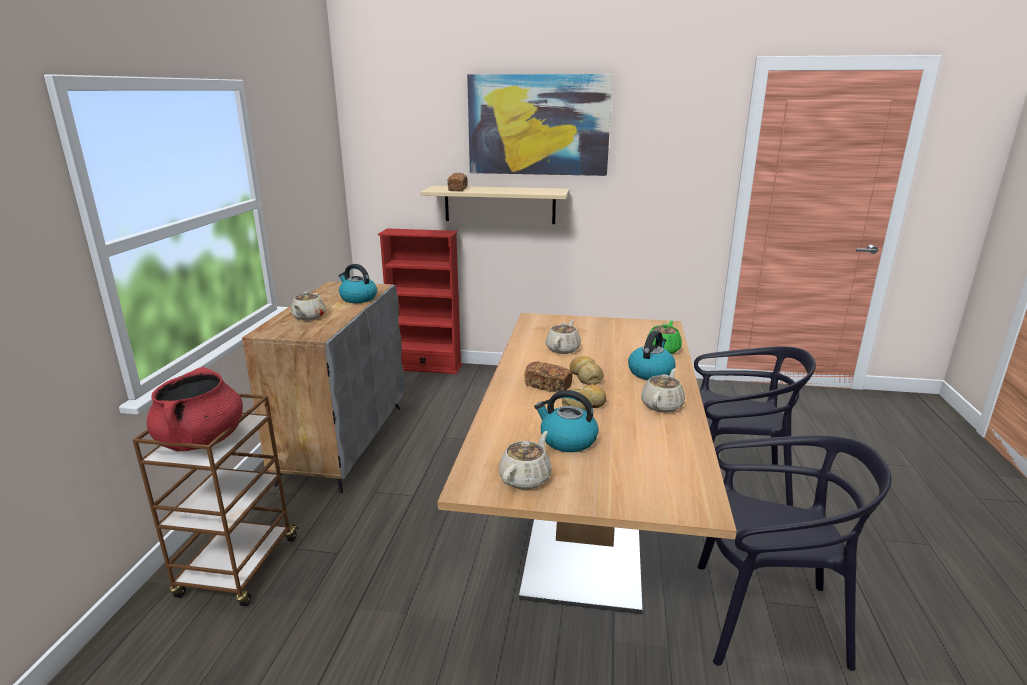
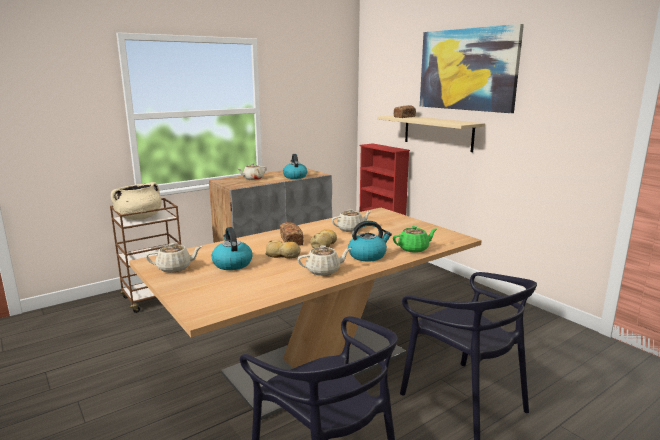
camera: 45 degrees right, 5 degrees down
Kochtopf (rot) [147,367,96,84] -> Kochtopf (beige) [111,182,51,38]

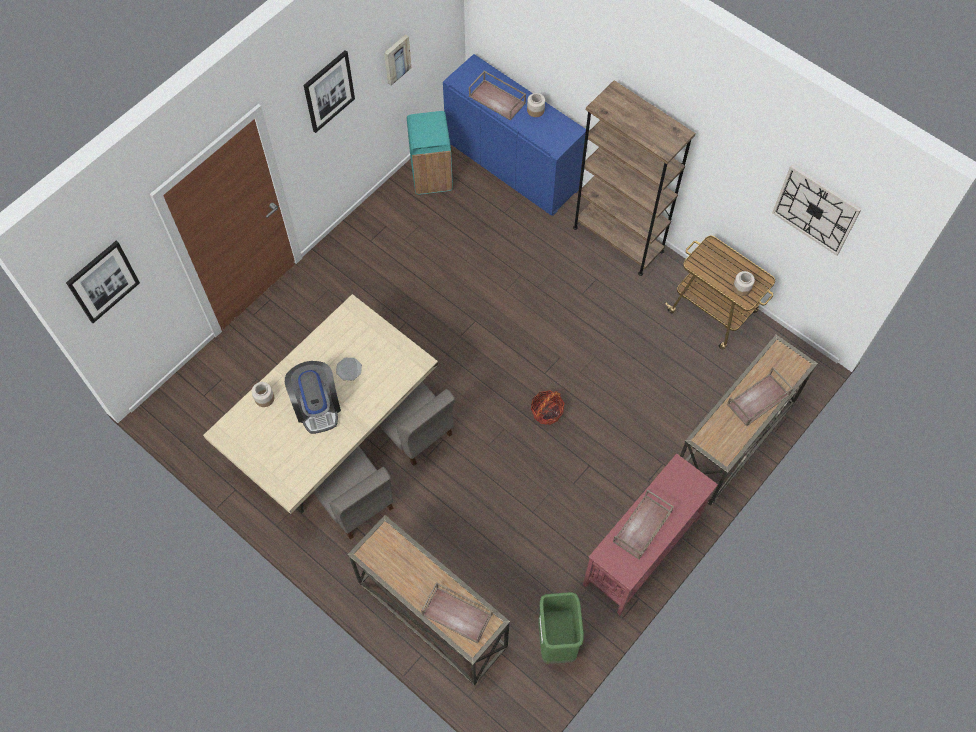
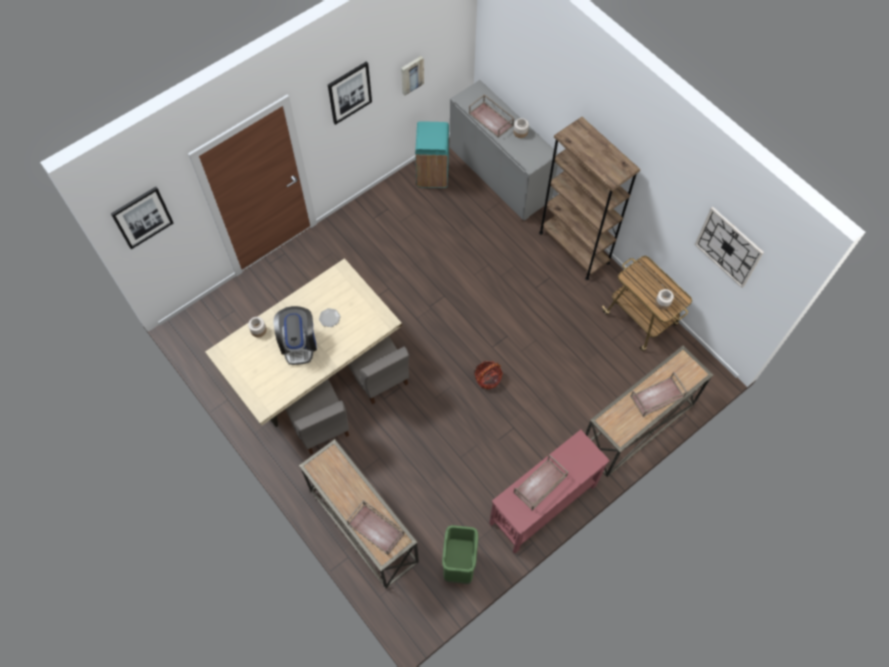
camera: 10 degrees right, 0 degrees up
Schrank (blau) [443,54,143,162] -> Schrank (grau) [450,80,109,141]

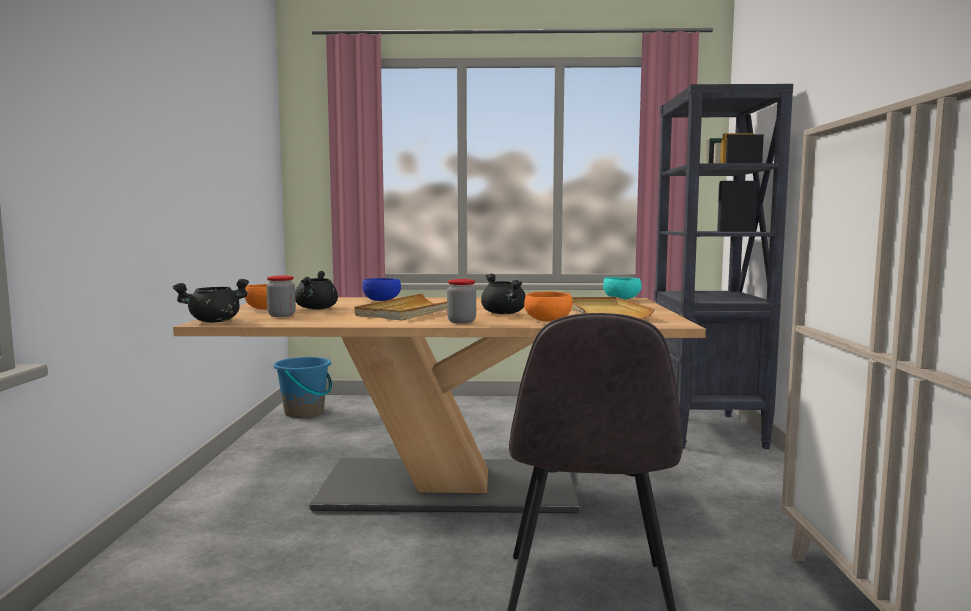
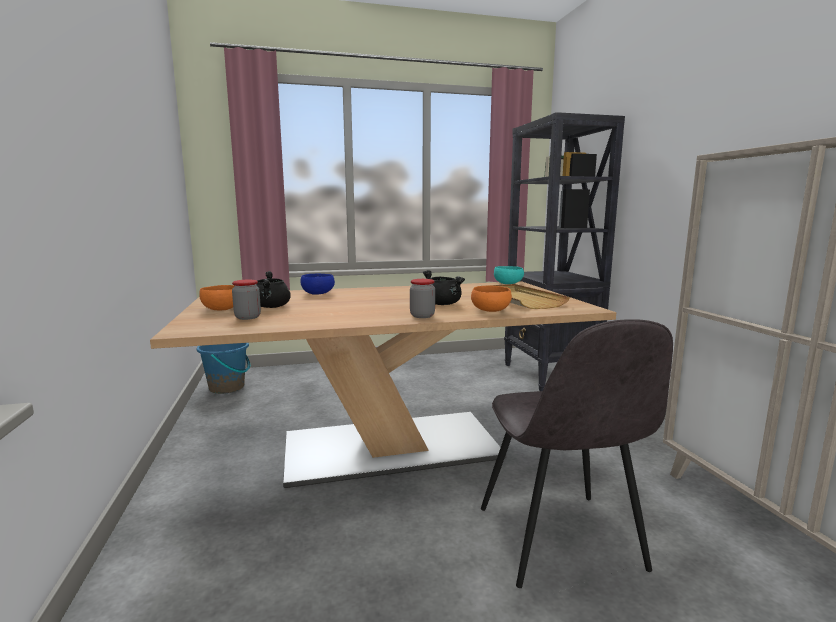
camera: 15 degrees left, 5 degrees up
Kochtopf (schwarz) [173,279,76,44] -> none
Tablett (beige) [354,293,93,28] -> none

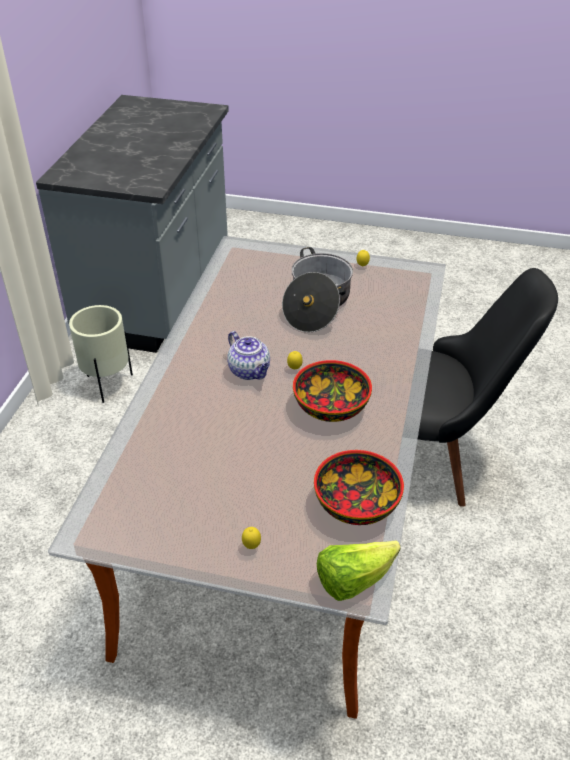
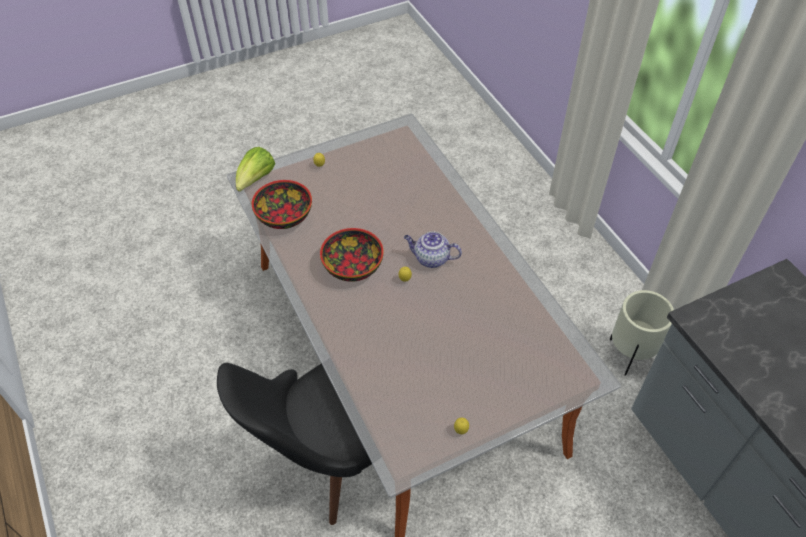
camera: 140 degrees right, 10 degrees up
Kochtopf [282,247,71,85] -> none

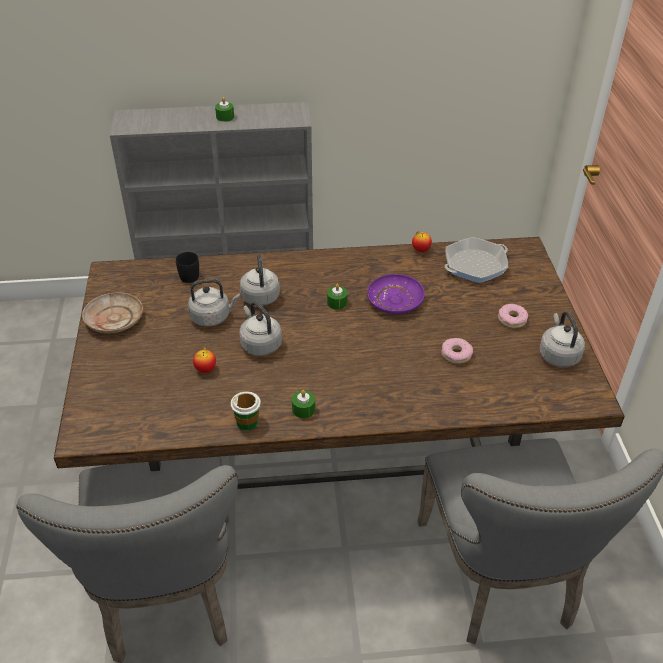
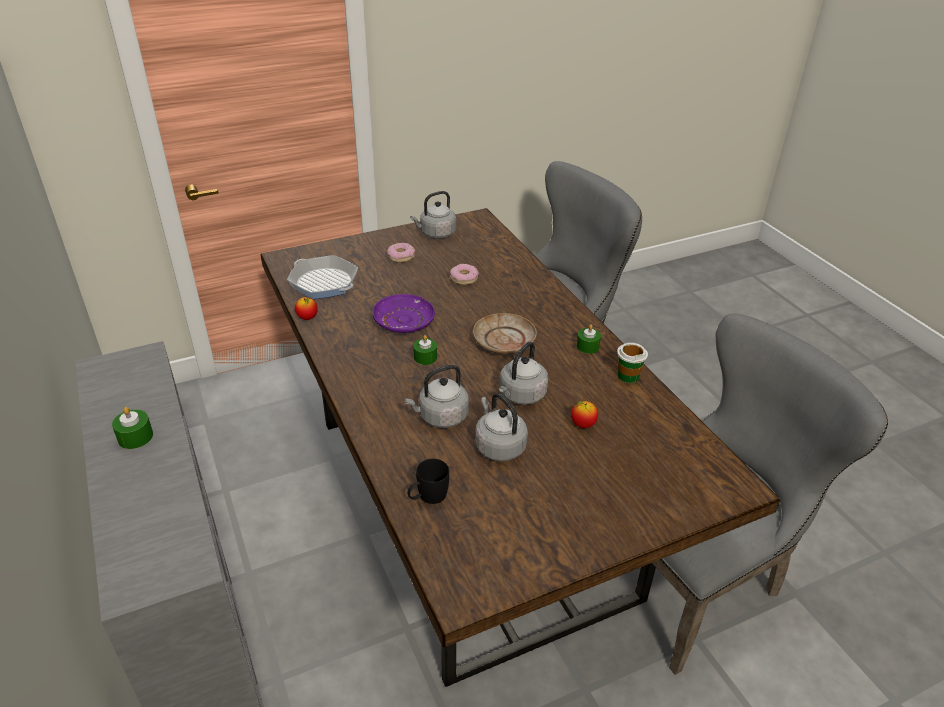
camera: 110 degrees left, 5 degrees down
Teller (beige) [82,293,61,40] -> Teller (beige) [473,313,64,41], relocated

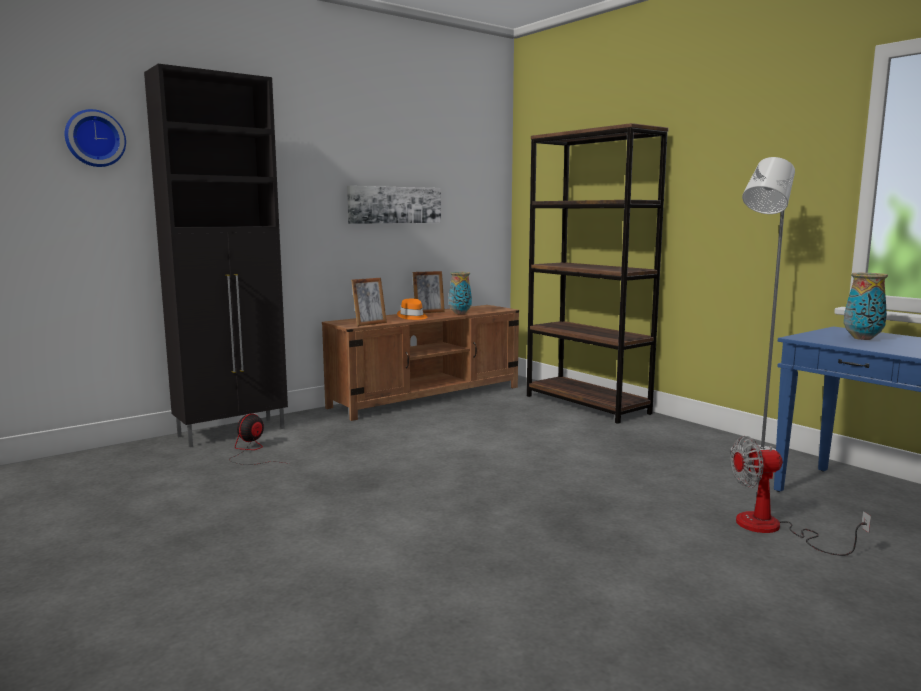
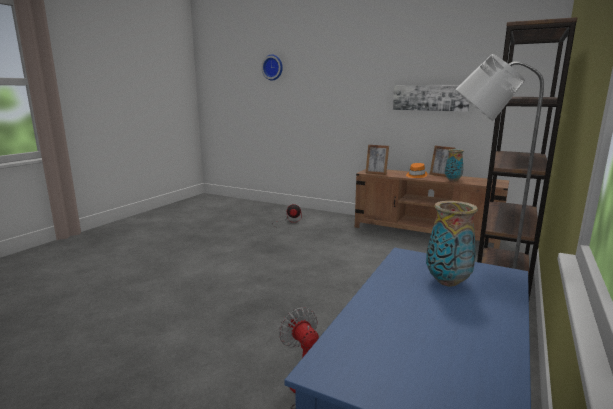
camera: 65 degrees right, 5 degrees up
Schrank (schwarz) [144,64,144,383] -> none

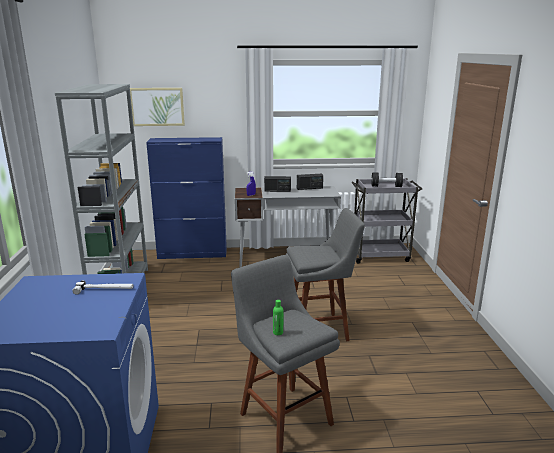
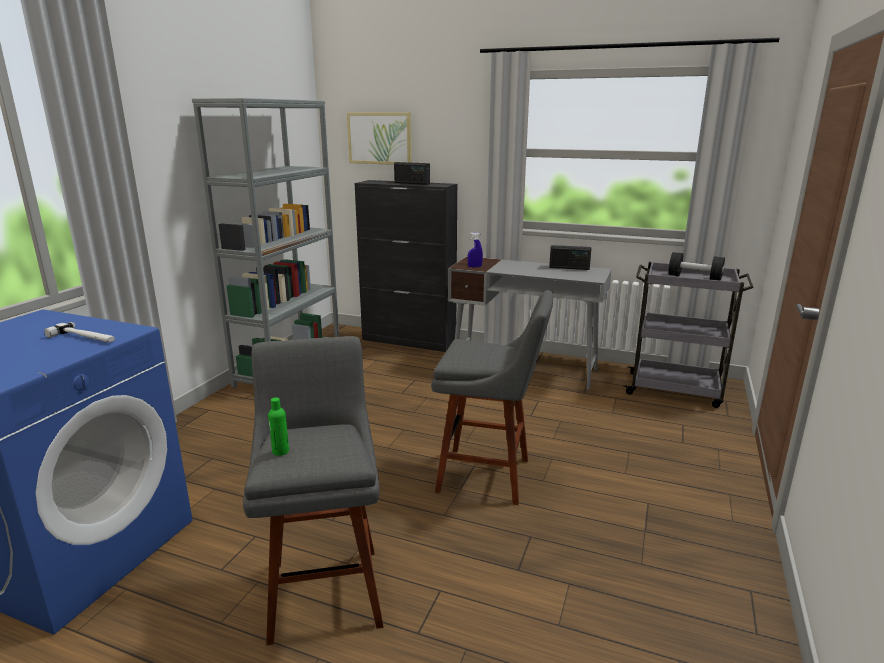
camera: 25 degrees right, 0 degrees up
Schrank (blau) [146,137,81,122] -> Schrank (schwarz) [354,180,103,172]
Radio [264,176,27,16] -> Radio [394,162,36,23], relocated

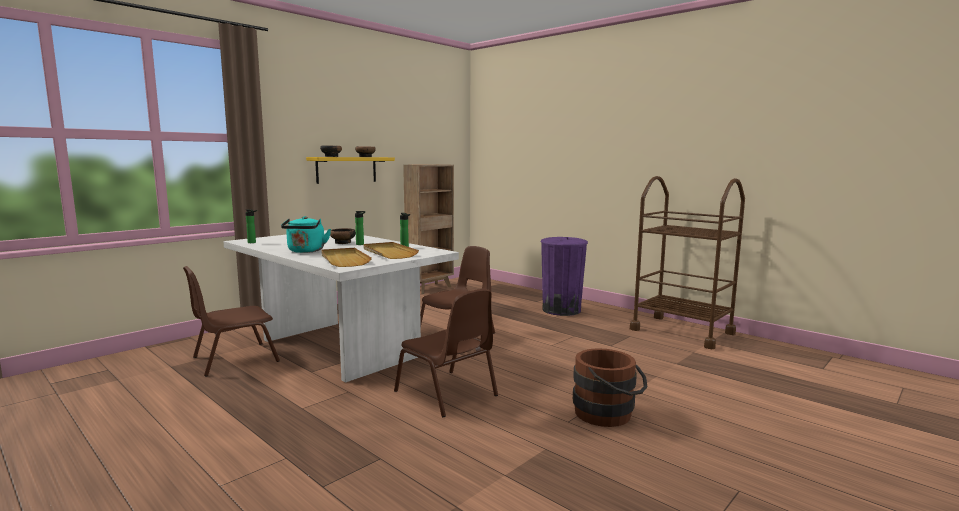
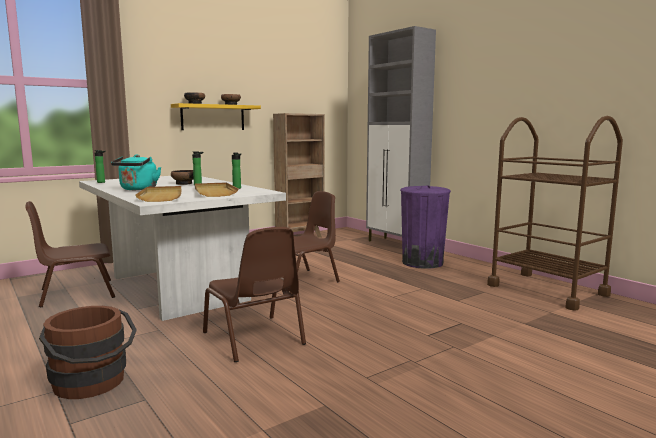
camera: 10 degrees right, 0 degrees up
Eimer (braun) [573,348,75,79] -> Eimer (braun) [39,306,98,93], relocated
none -> Schrank (grau) [366,26,70,215]

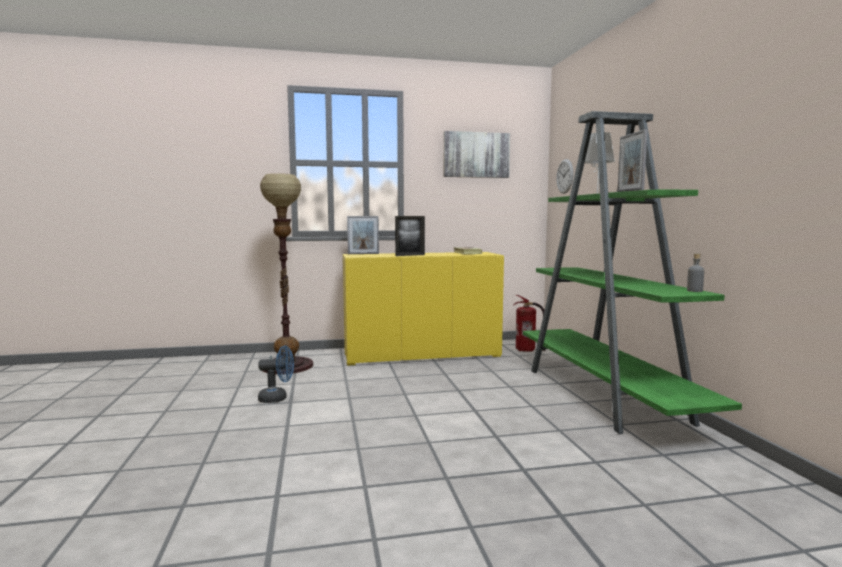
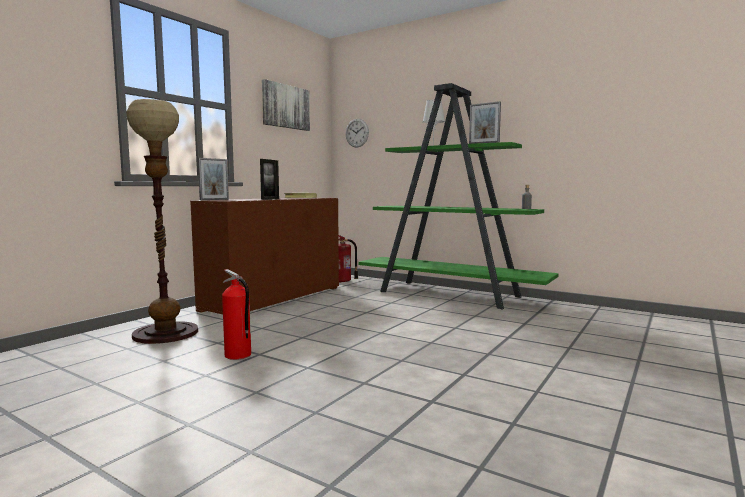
camera: 45 degrees left, 0 degrees up
Schrank (gelb) [343,252,161,114] -> Schrank (braun) [190,198,149,116]
Ventilator (blau) [258,346,36,57] -> Feuerlöscher [222,269,29,91]

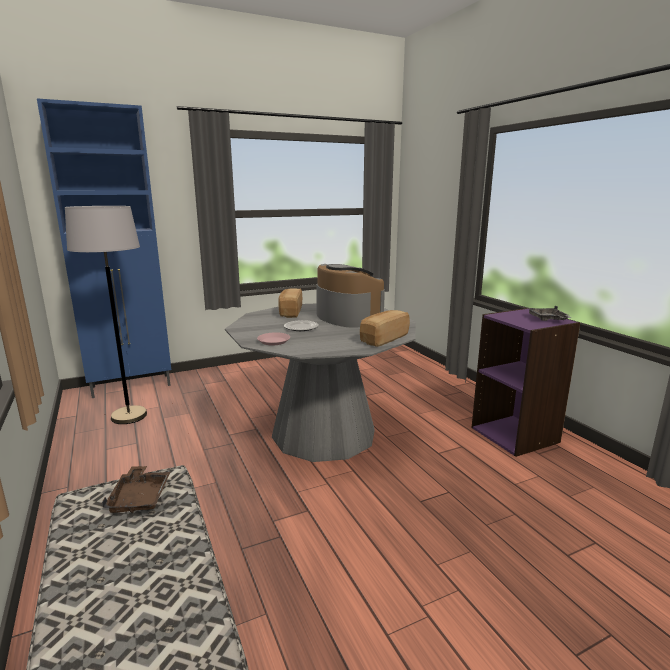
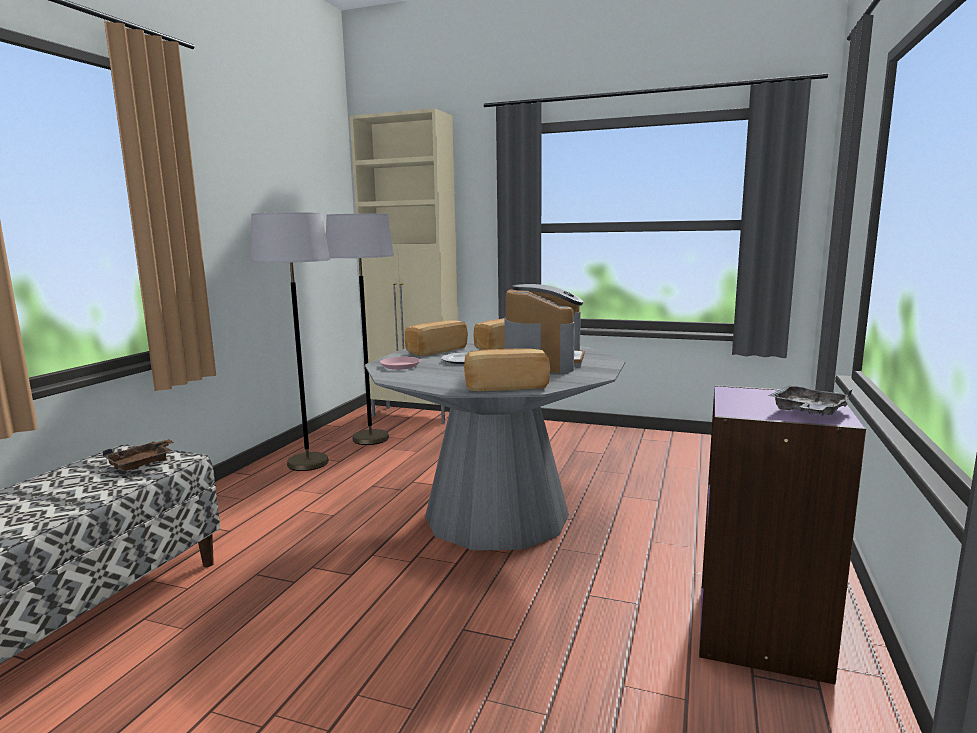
camera: 45 degrees right, 5 degrees down
Schrank (blau) [37,99,134,299] -> Schrank (beige) [350,108,108,316]
none -> Stehlampe (grau) [251,212,79,259]
none -> Brot [405,320,63,36]

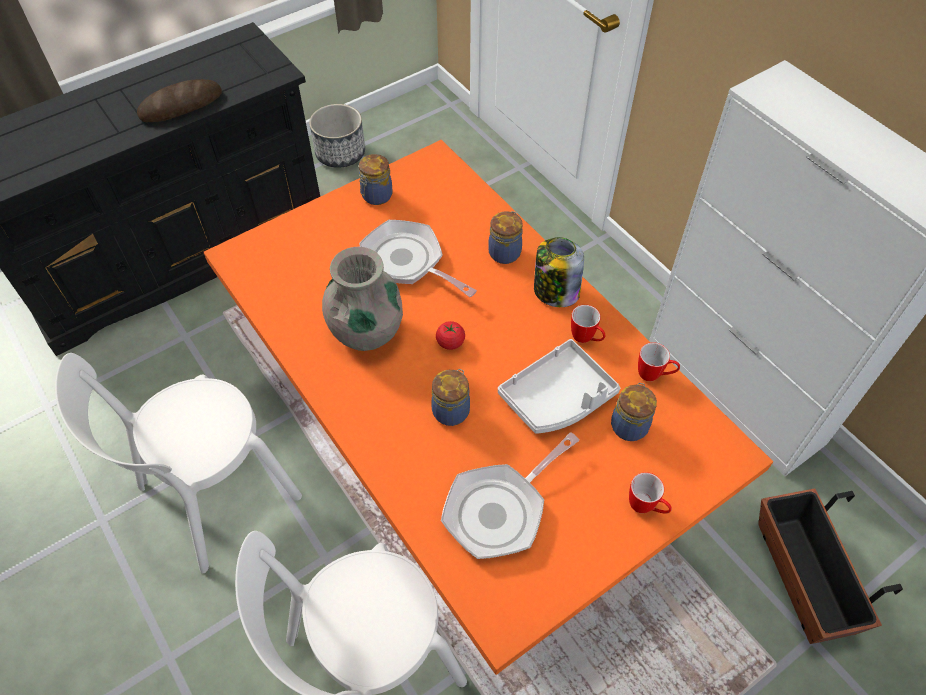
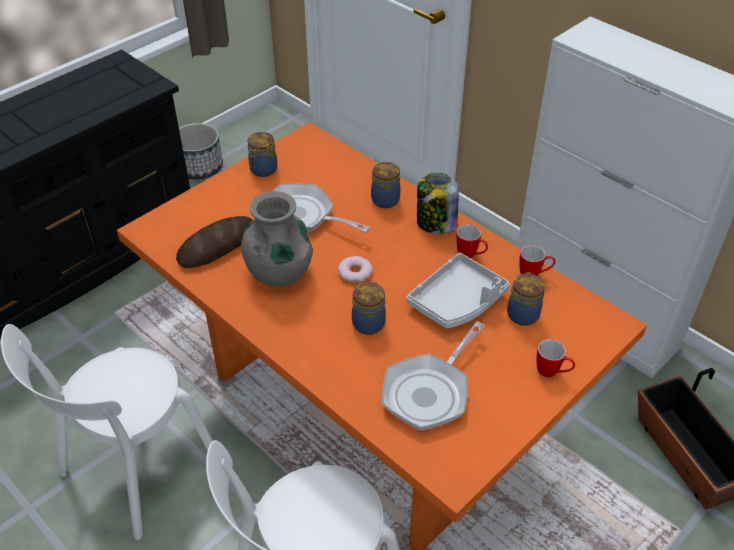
camera: 10 degrees left, 10 degrees down
Brot [137,79,85,43] -> Brot [176,216,78,52], relocated
Tomate [436,321,29,29] -> Donut [338,256,35,26]

